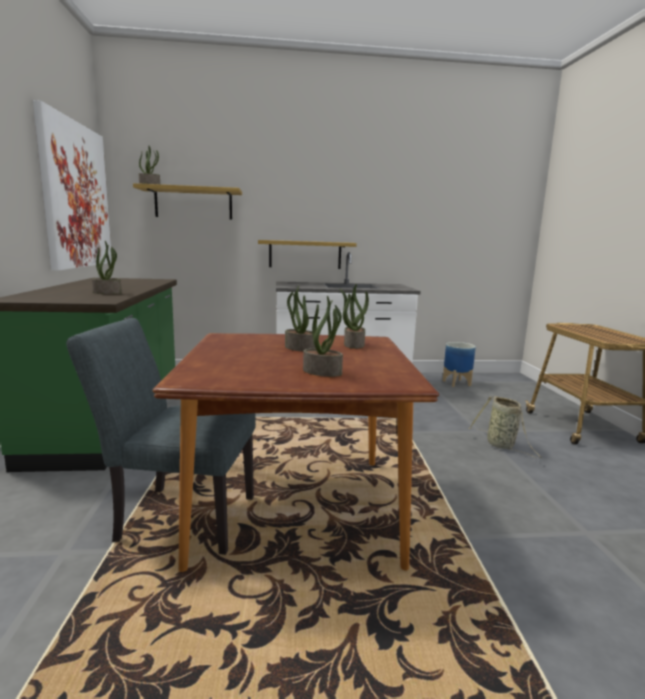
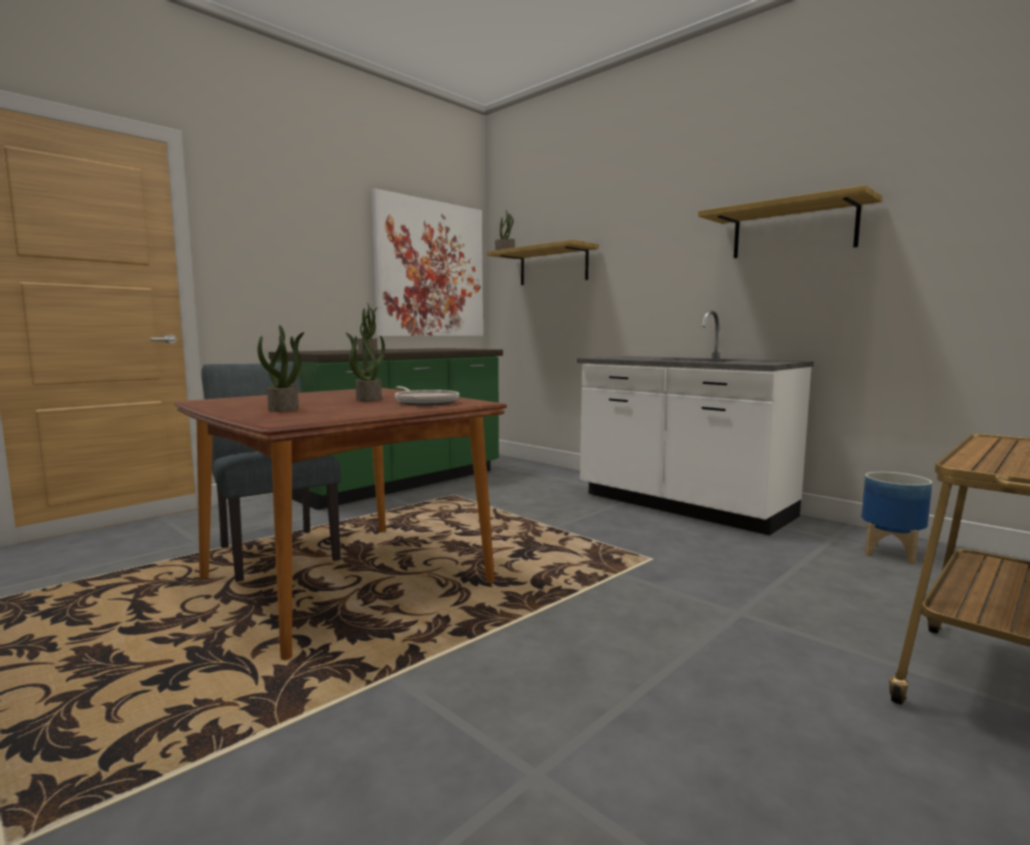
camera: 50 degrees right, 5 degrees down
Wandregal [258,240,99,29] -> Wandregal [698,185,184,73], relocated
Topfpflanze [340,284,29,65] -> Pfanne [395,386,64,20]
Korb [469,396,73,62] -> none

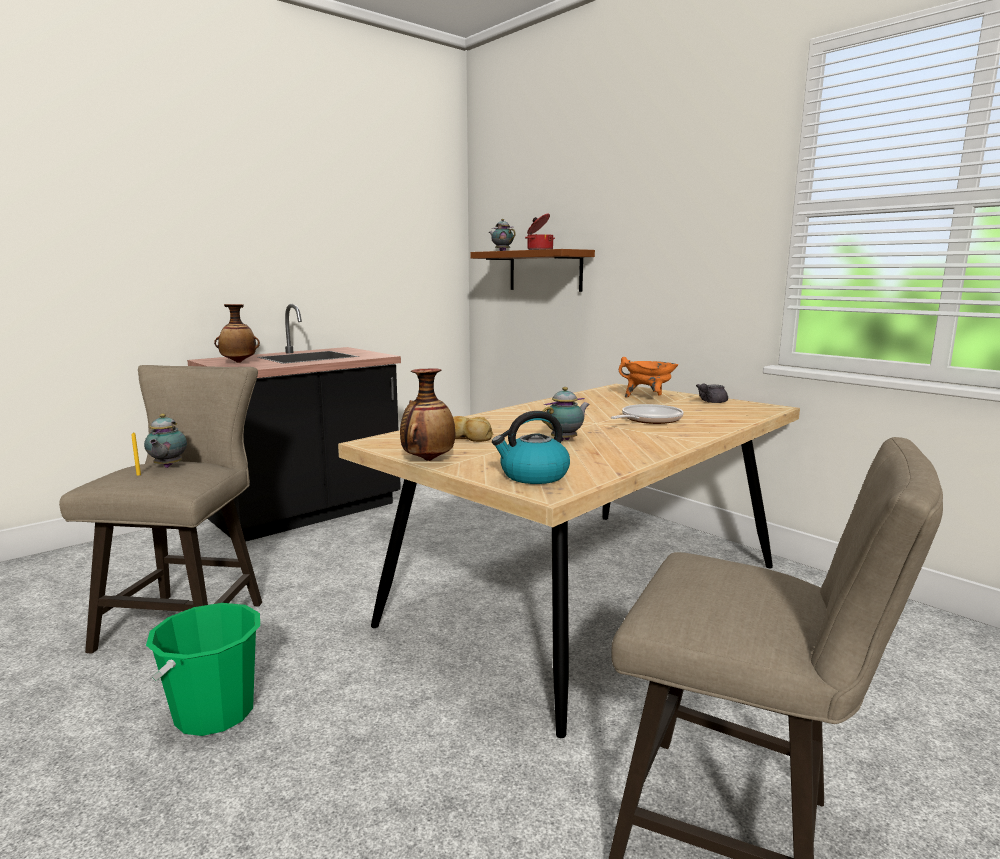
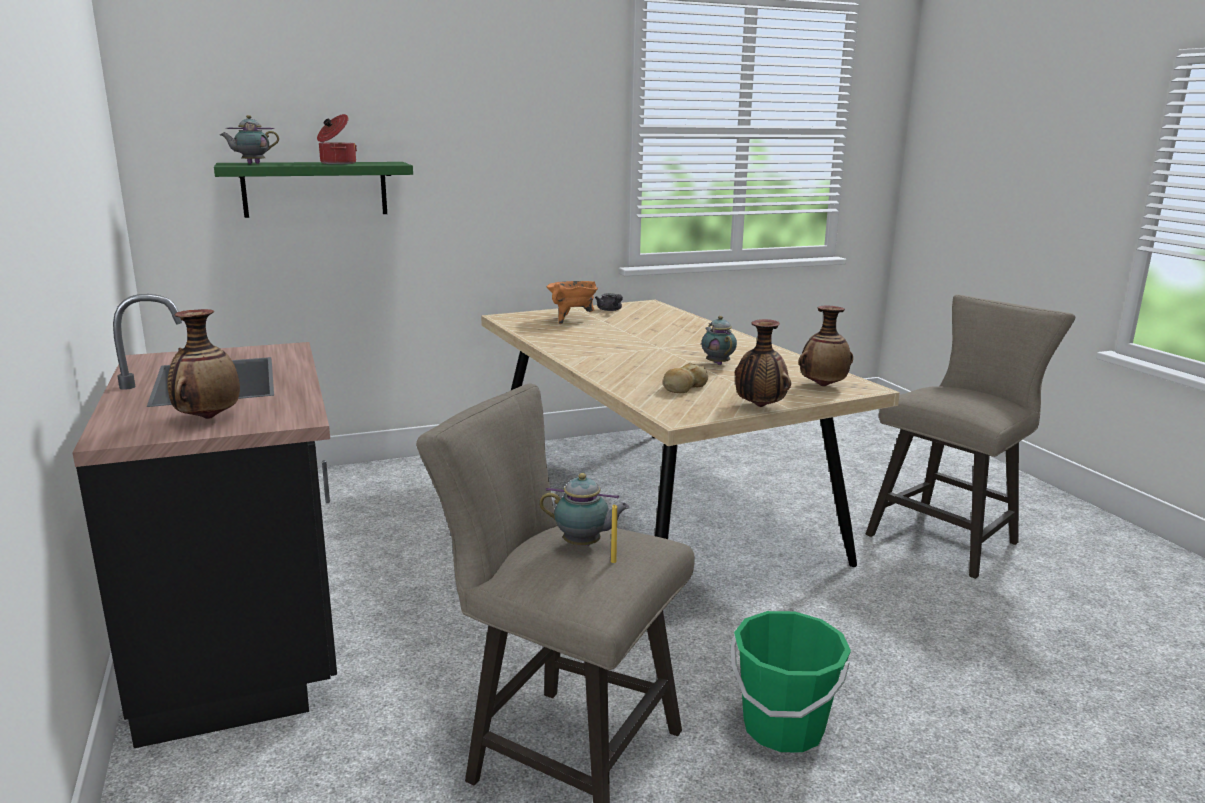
camera: 70 degrees left, 5 degrees up
Wandregal (braun) [471,249,124,43] -> Wandregal (grün) [214,162,199,56]
Pfanne [611,404,73,20] -> none
Wasserkessel [492,411,78,73] -> Vase [798,305,55,82]

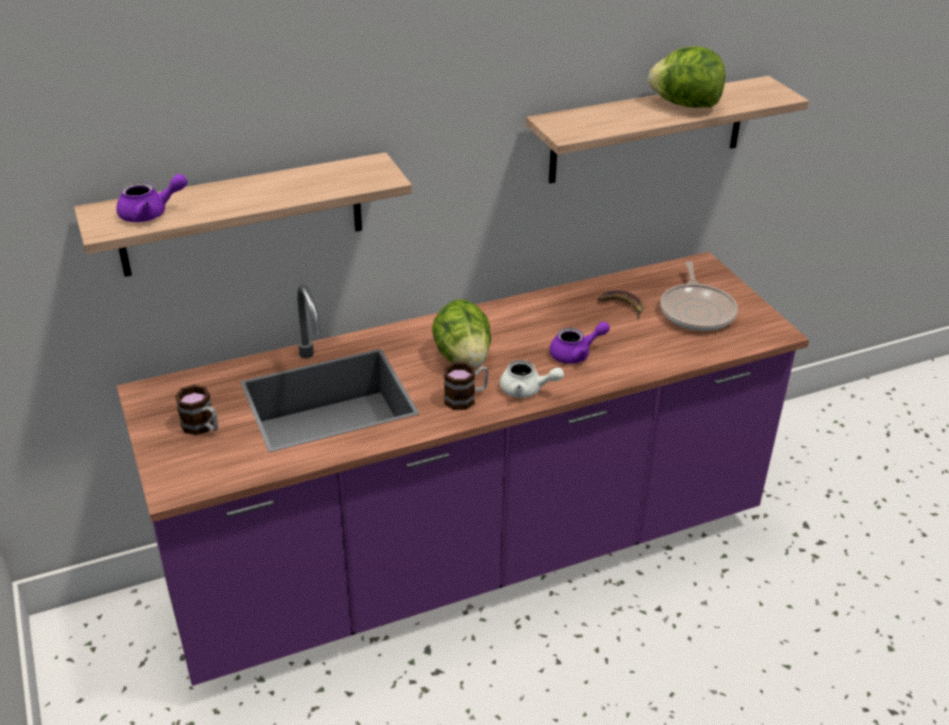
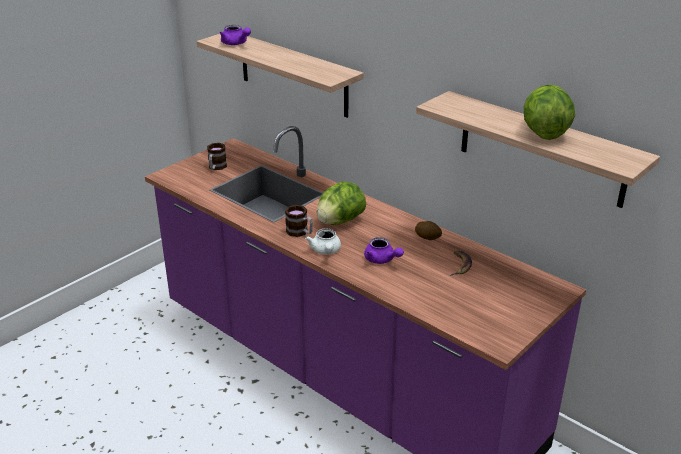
camera: 65 degrees right, 5 degrees down
Pfanne [660,261,78,70] -> none
none -> Kartoffel [415,221,27,19]

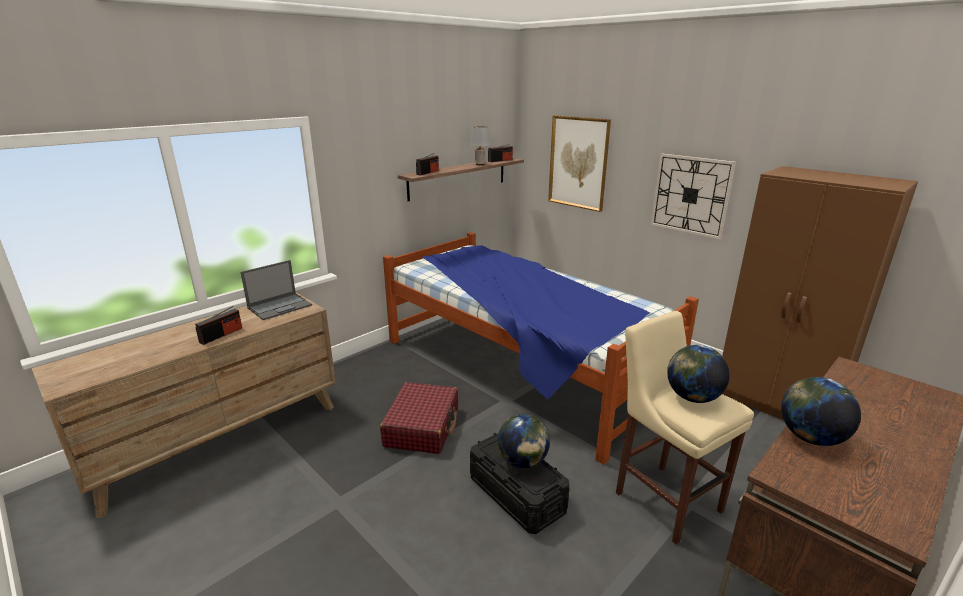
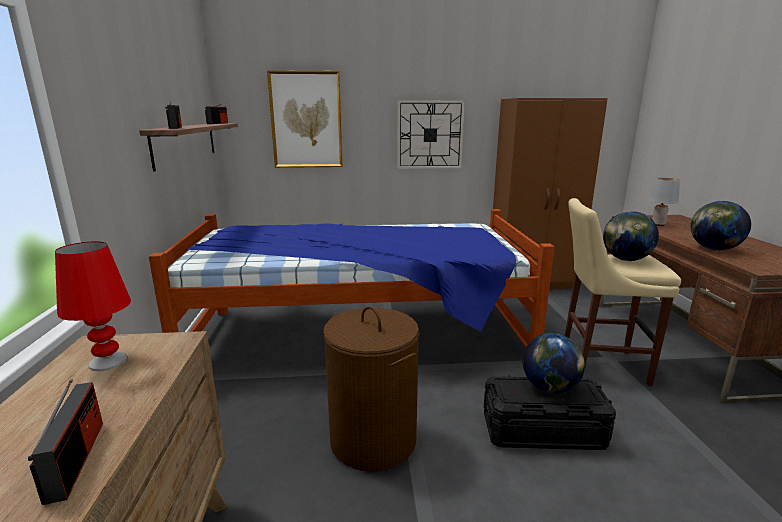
camera: 50 degrees left, 5 degrees down
Tischlampe (grau) [470,126,20,39] -> Tischlampe (grau) [649,178,31,48], relocated
Laptop [241,260,71,60] -> Tischlampe (rot) [55,241,76,130]
Koffer (rot) [380,382,78,72] -> Wäschekorb (braun) [323,306,96,166]

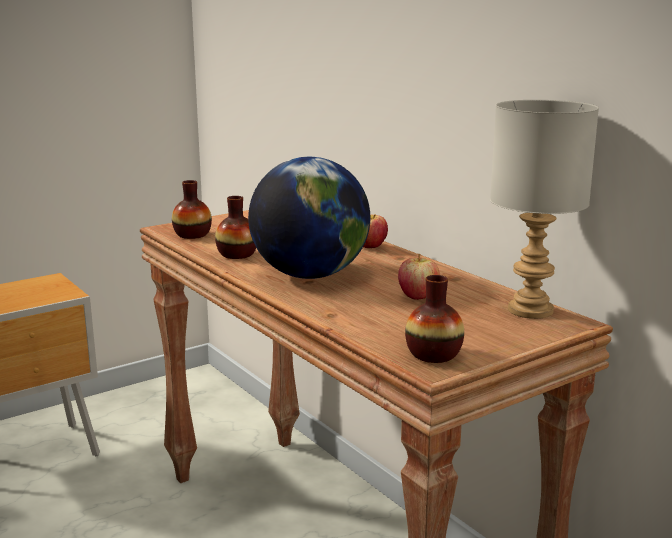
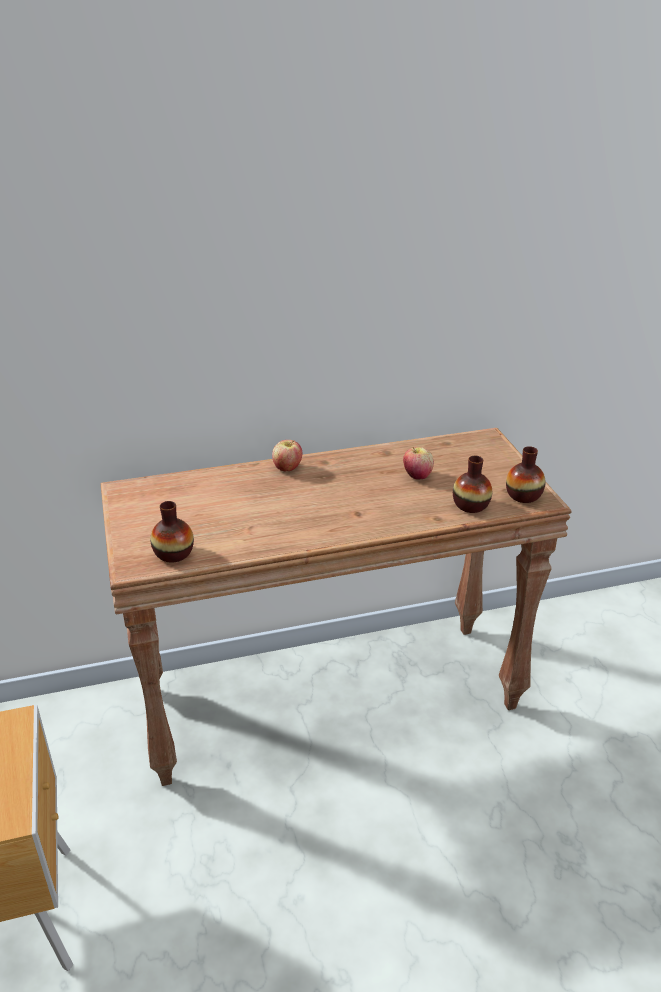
camera: 70 degrees left, 15 degrees up
Tischlampe (grau) [490,100,109,219] -> none
Globus [248,157,122,122] -> none
Vase [215,196,41,63] -> Vase [453,456,39,57], relocated

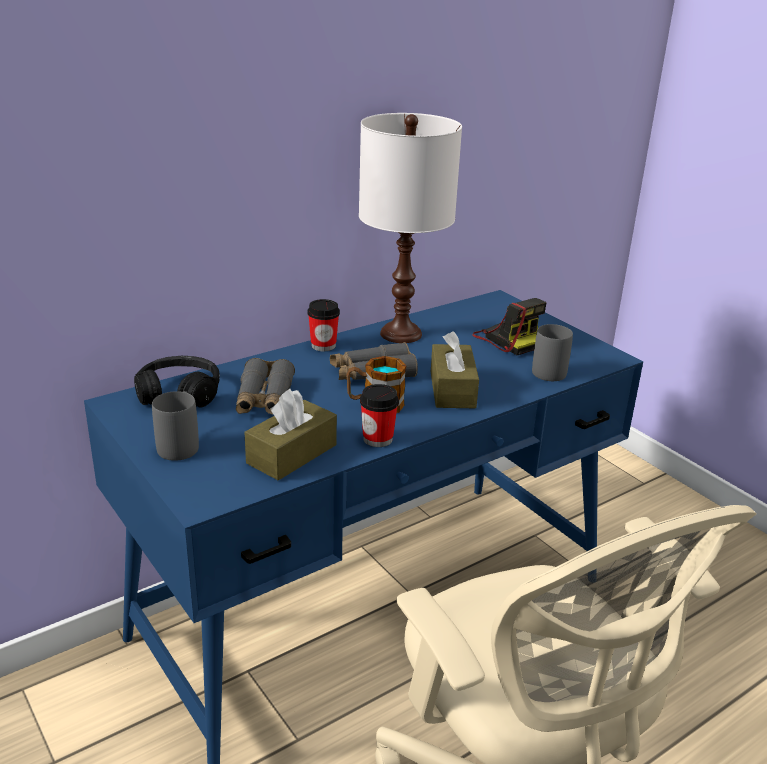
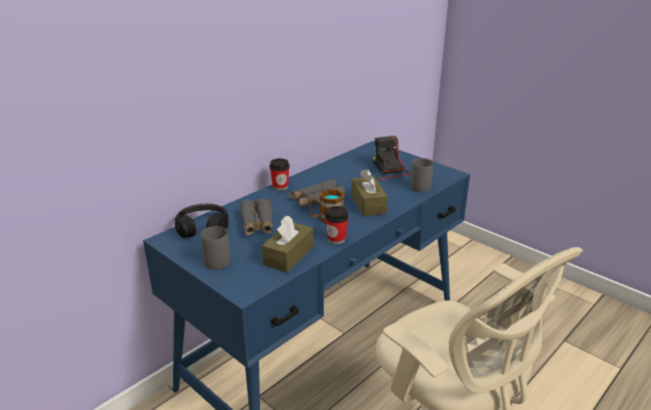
camera: 10 degrees left, 0 degrees up
Tischlampe (weiß) [359,113,103,230] -> none
Kamera [473,298,74,57] -> Kamera [373,136,37,44], 150 degrees counterclockwise

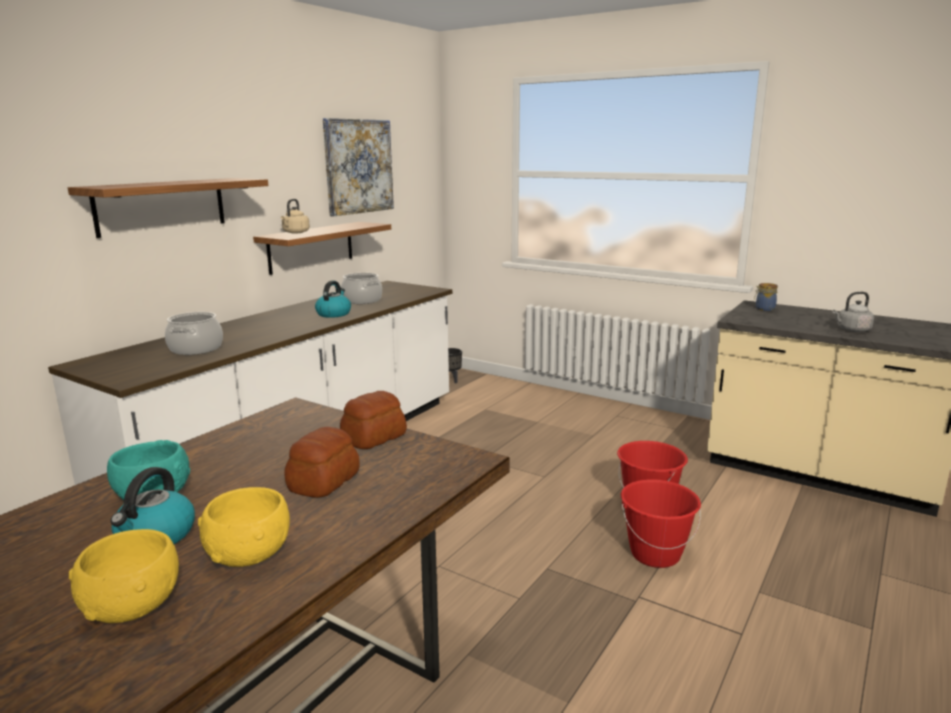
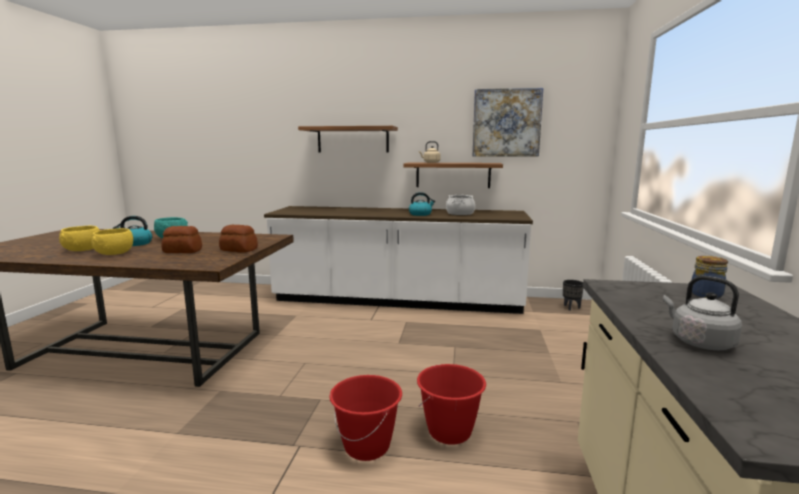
camera: 65 degrees right, 5 degrees down
Kochtopf [165,312,58,43] -> none

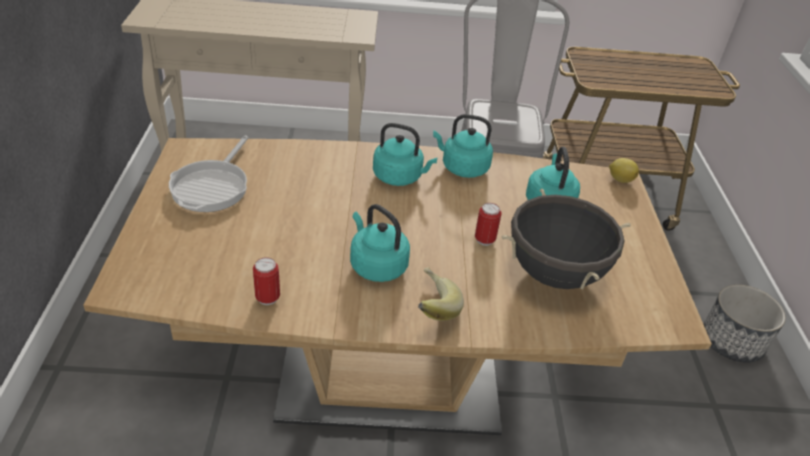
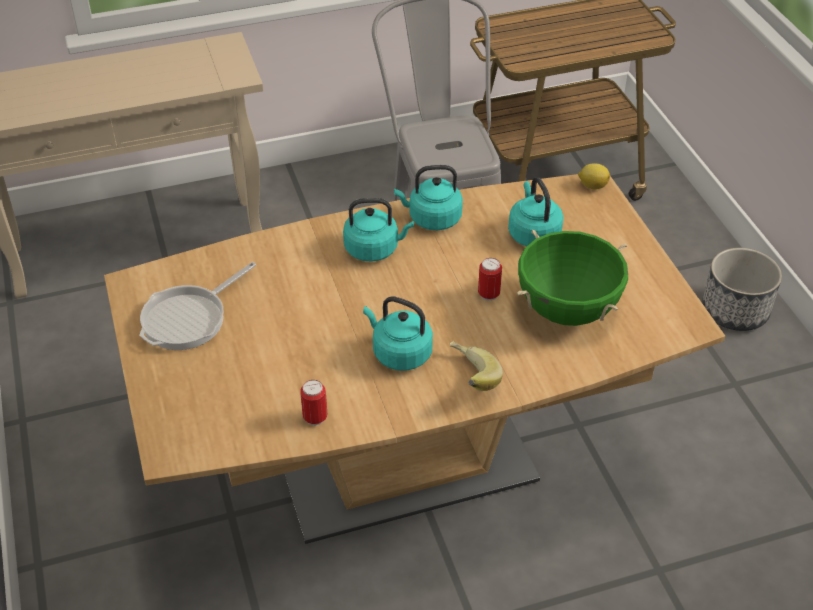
camera: 15 degrees left, 5 degrees up
Pfanne [169,136,80,76] -> Pfanne [139,262,117,88], 45 degrees clockwise
Kochtopf (schwarz) [502,188,129,101] -> Kochtopf (grün) [517,230,111,96]

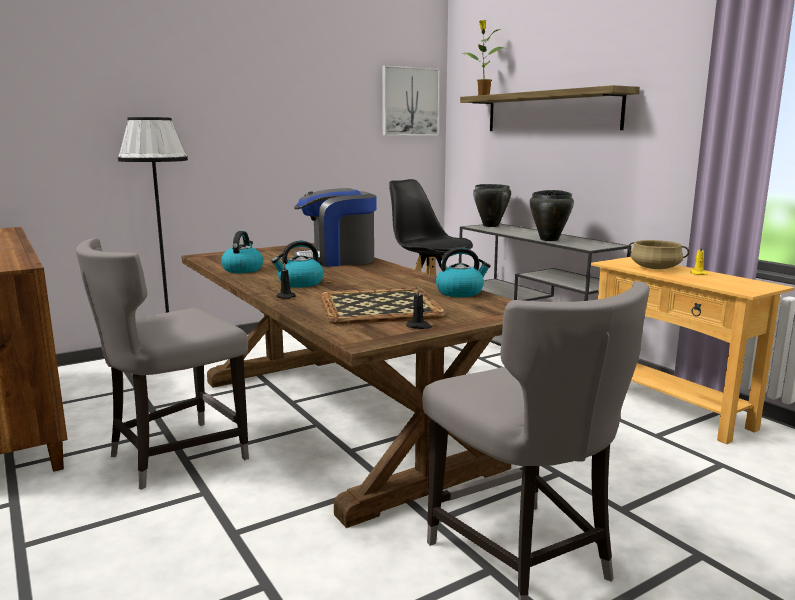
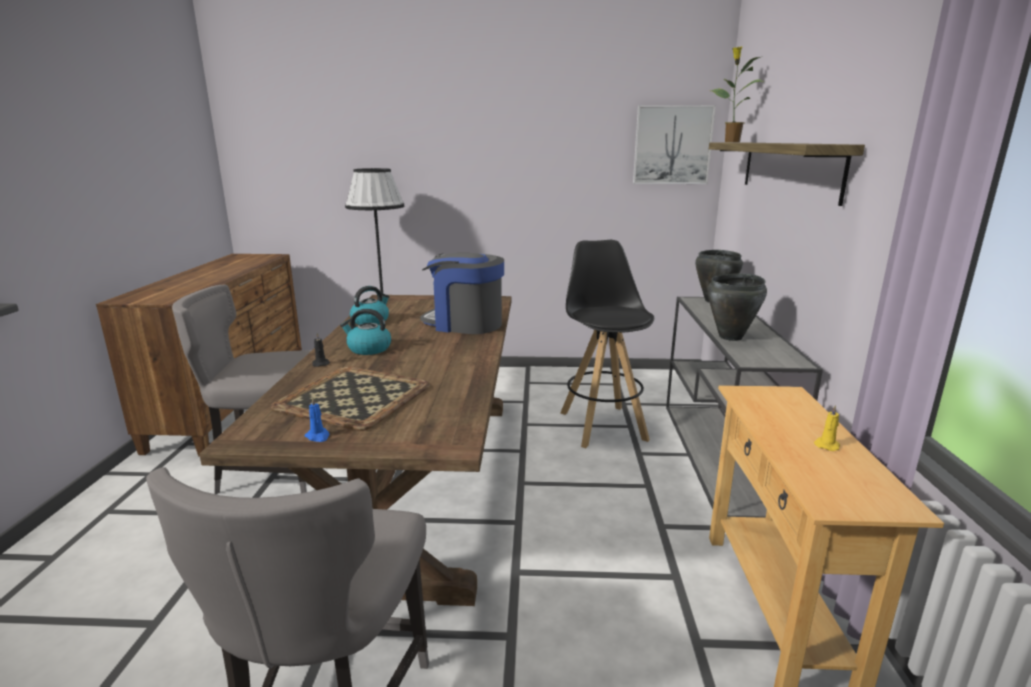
camera: 35 degrees right, 5 degrees up
Kochtopf (beige) [628,240,61,29] -> none
Wasserkessel [436,247,55,50] -> none
Kerze (schwarz) [406,287,26,42] -> Kerze (blau) [304,396,25,46]

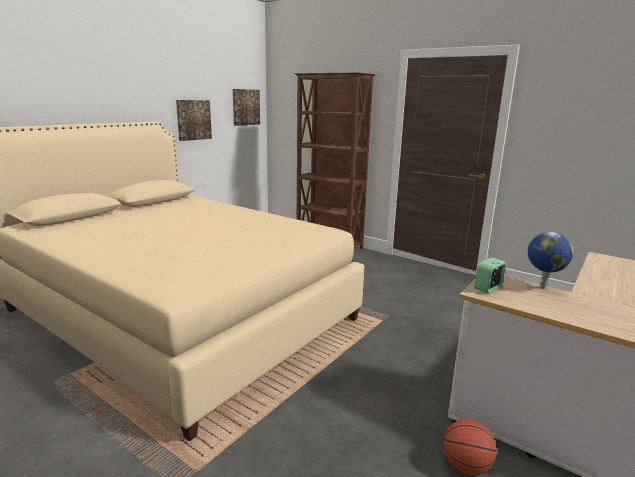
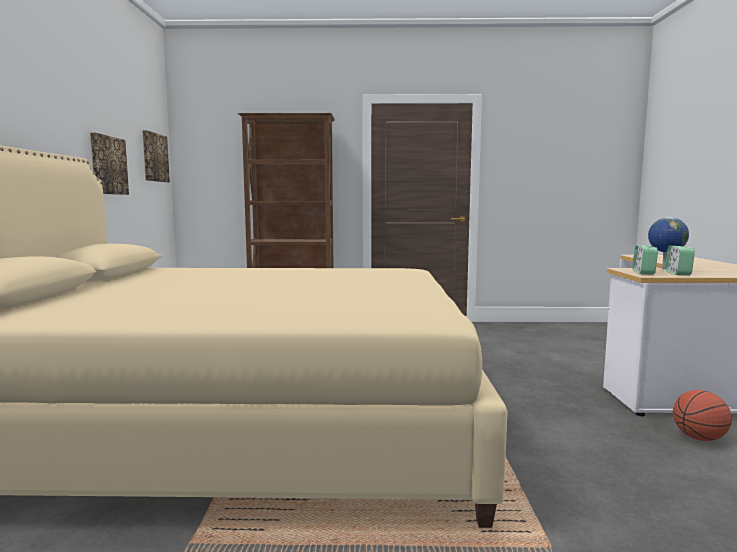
camera: 35 degrees left, 10 degrees down
none -> Wecker [665,246,30,29]

